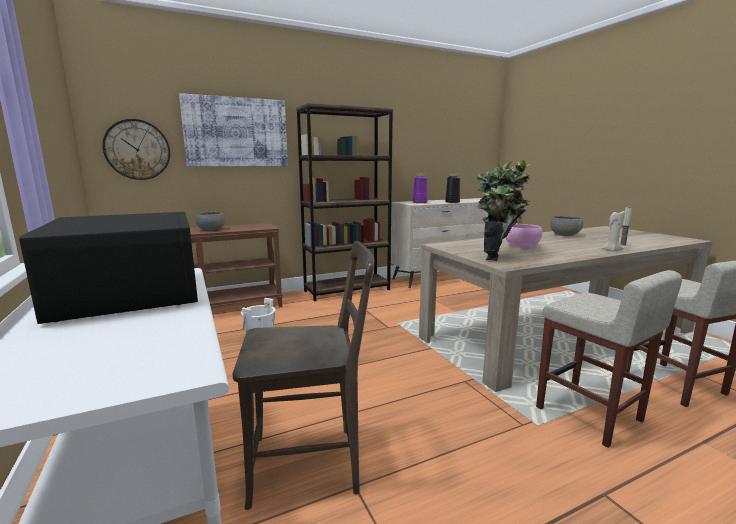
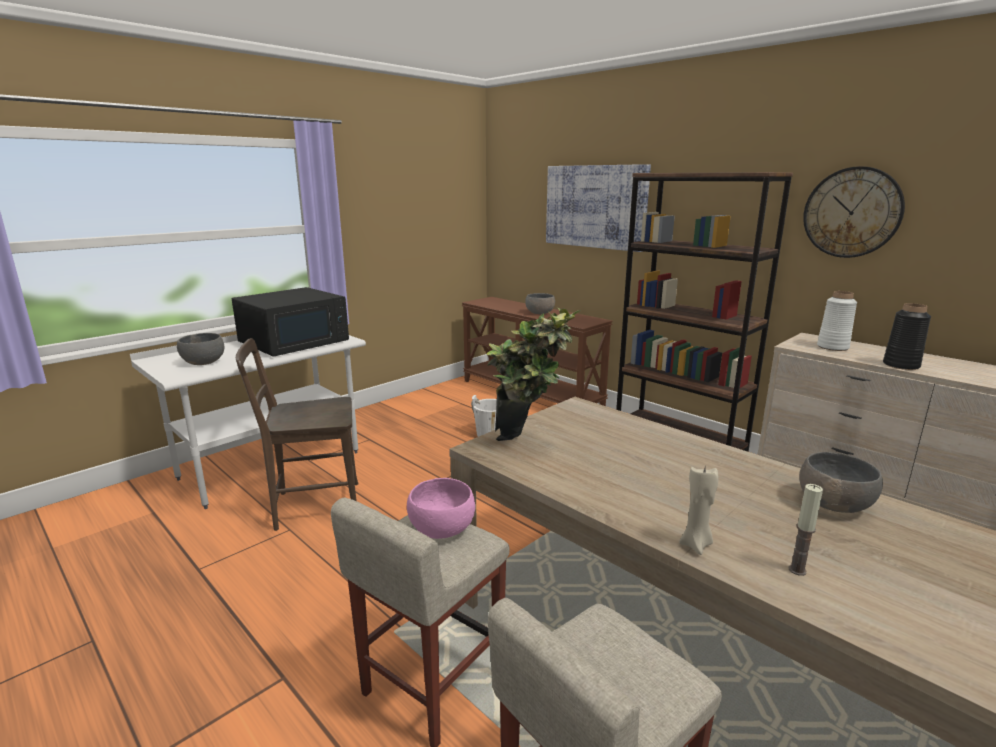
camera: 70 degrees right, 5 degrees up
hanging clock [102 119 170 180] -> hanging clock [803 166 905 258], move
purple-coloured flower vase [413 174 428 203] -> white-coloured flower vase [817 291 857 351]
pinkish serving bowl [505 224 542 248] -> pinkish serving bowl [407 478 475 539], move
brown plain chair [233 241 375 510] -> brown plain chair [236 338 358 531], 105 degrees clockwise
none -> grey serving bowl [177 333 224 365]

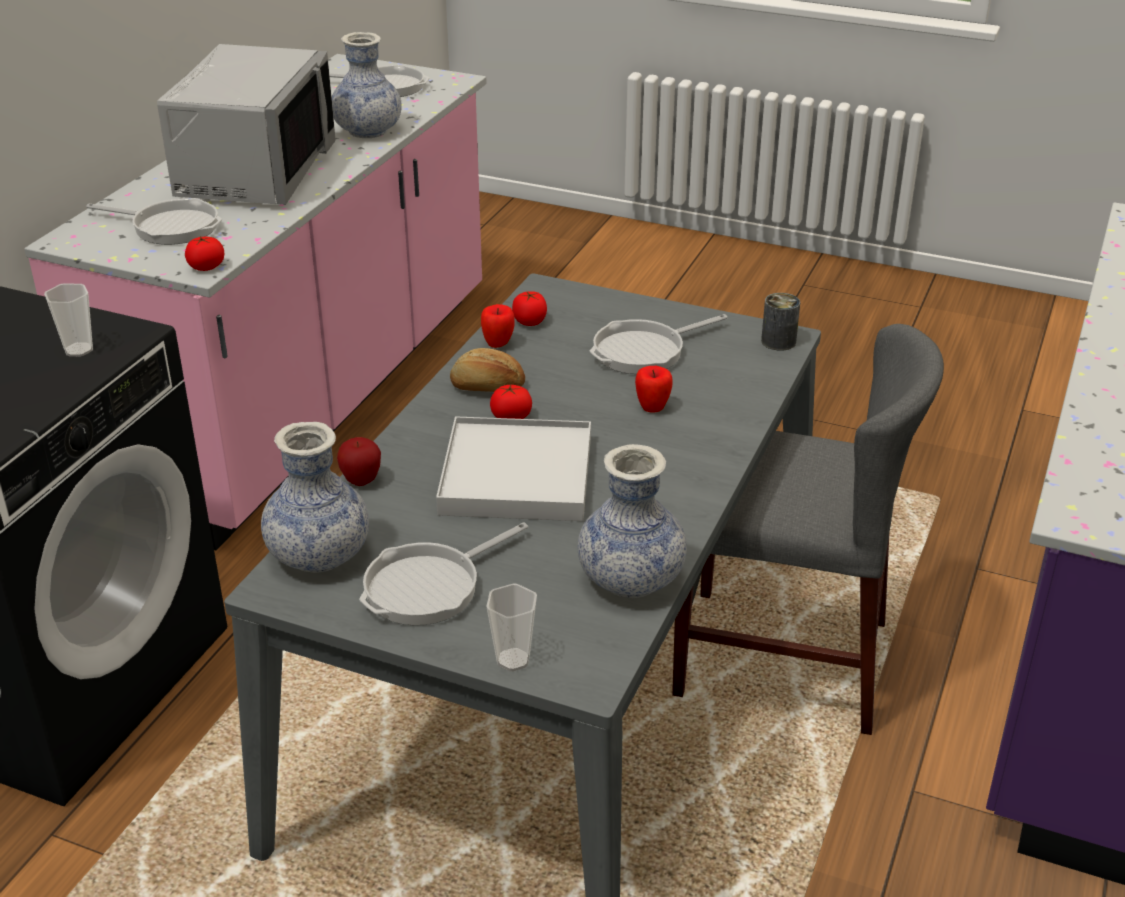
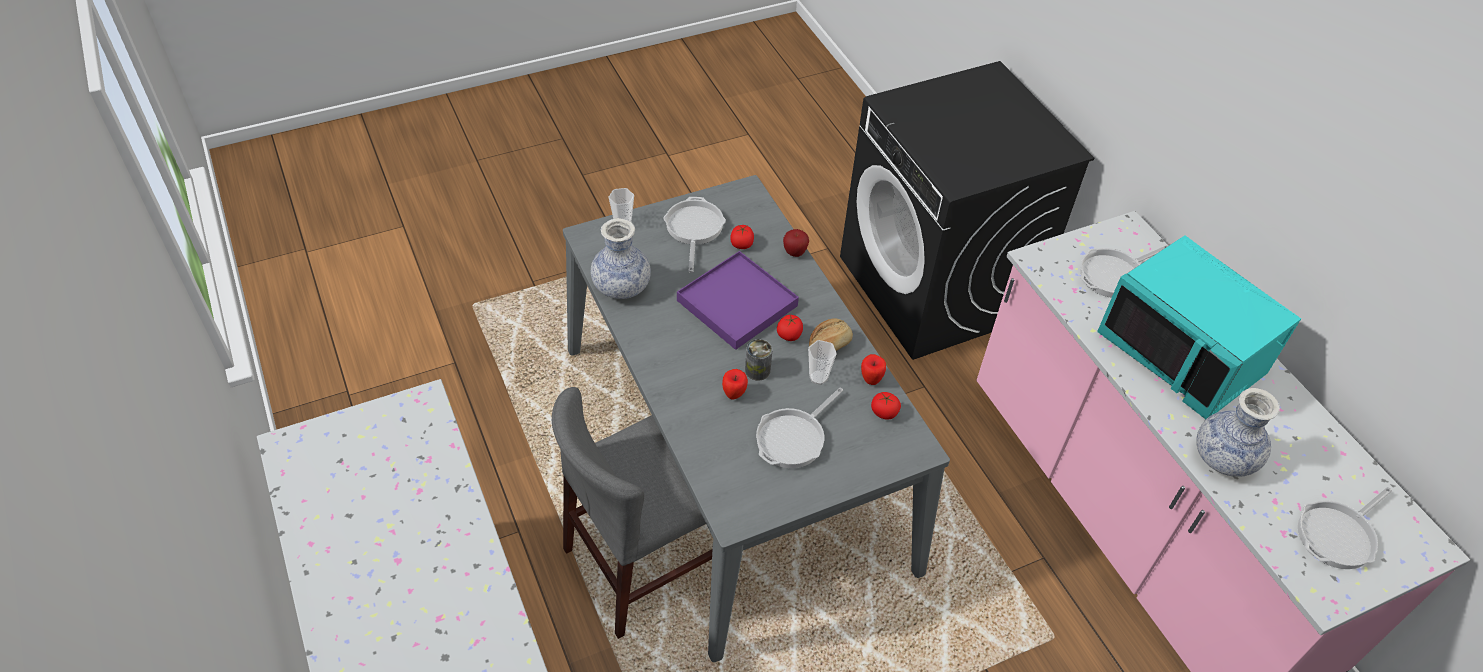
camera: 130 degrees right, 15 degrees up
grey microwave [157 44 336 205] -> turquoise-coloured microwave [1097 235 1301 419]
tomato [185 236 224 271] -> tomato [730 225 754 249], move
drinking cup [44 283 93 357] -> drinking cup [808 340 837 385], move
sealed can [761 293 800 351] -> sealed can [745 339 772 381], move
frying pan [589 314 727 374] -> frying pan [756 388 843 468], 150 degrees counterclockwise
white-coloured carrying tray [436 416 591 521] -> purple-coloured carrying tray [677 251 799 350]
flower vase [261 422 369 573] -> none

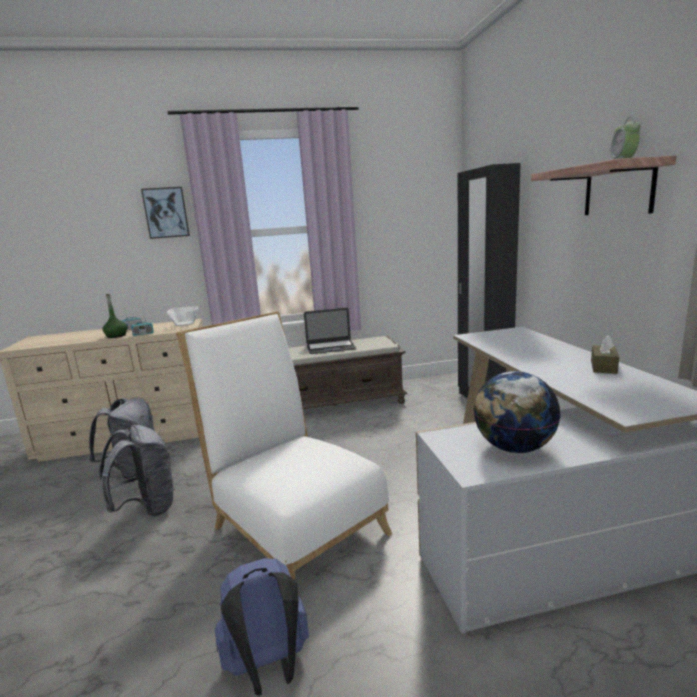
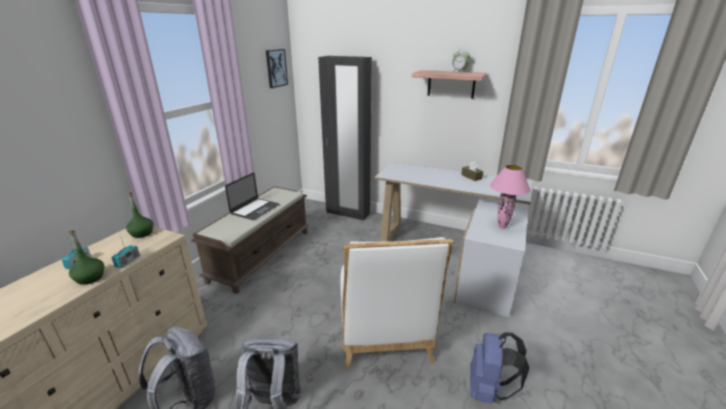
camera: 55 degrees left, 10 degrees up
picture [141 187 190 239] -> picture [266 49 288 88], move
serving bowl [167 306 198 326] -> greenish beverage bottle [126 192 153 238]
white-coloured plain chair [176 311 392 580] -> white-coloured plain chair [340 237 454 370], 90 degrees counterclockwise
desk globe [473 371 561 453] -> pinkish tabletop lamp [490 165 531 229]

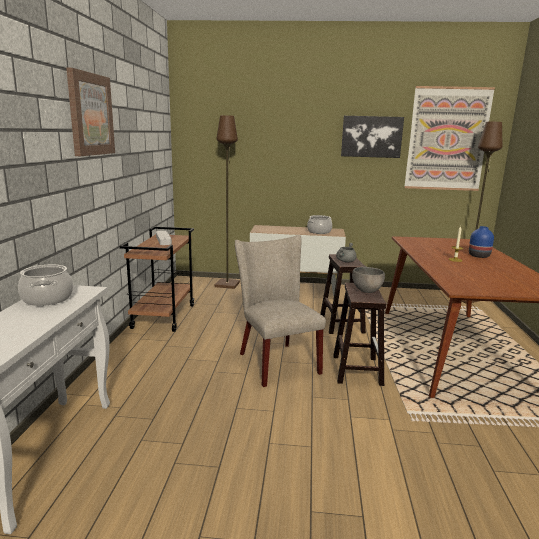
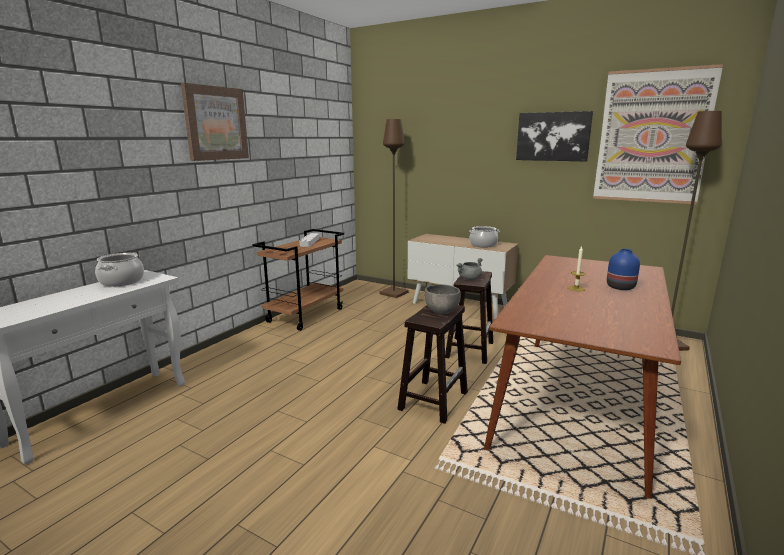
camera: 25 degrees right, 0 degrees up
beige-coloured plain chair [235 235 326 387] -> none

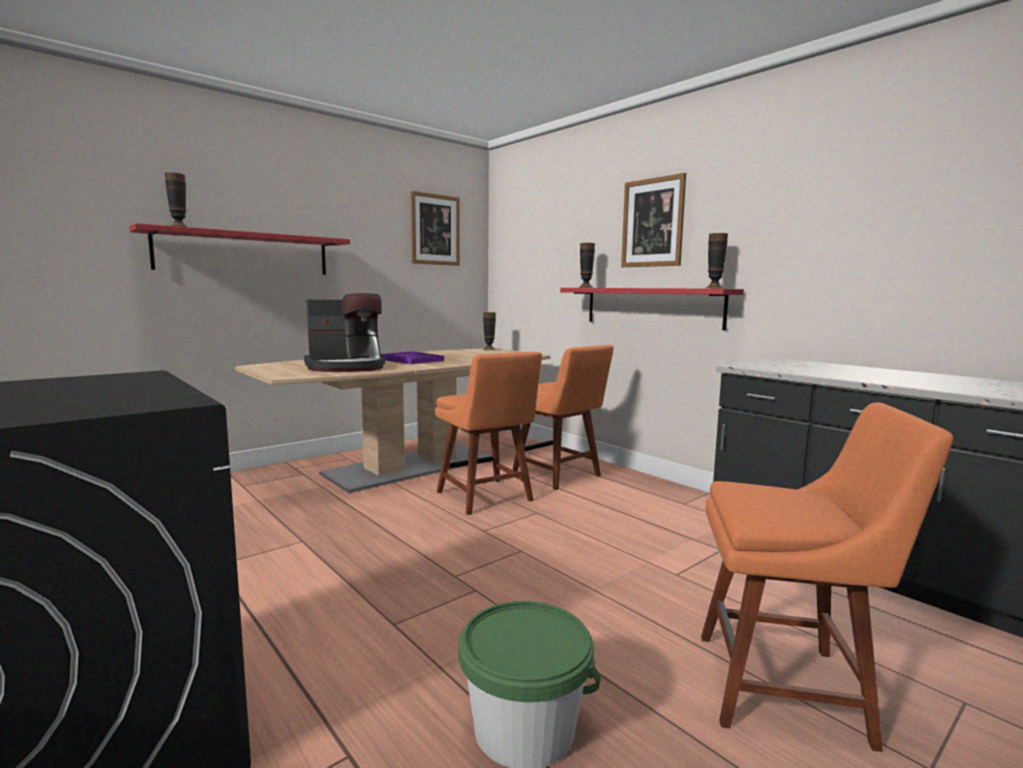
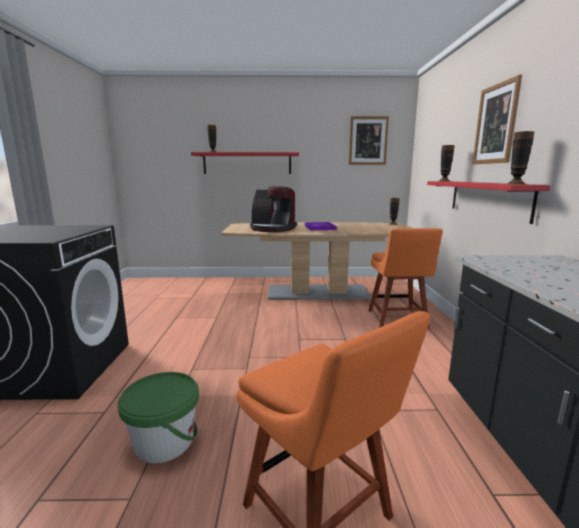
camera: 40 degrees right, 5 degrees up
orange-coloured plain chair [435 352 542 515] -> none

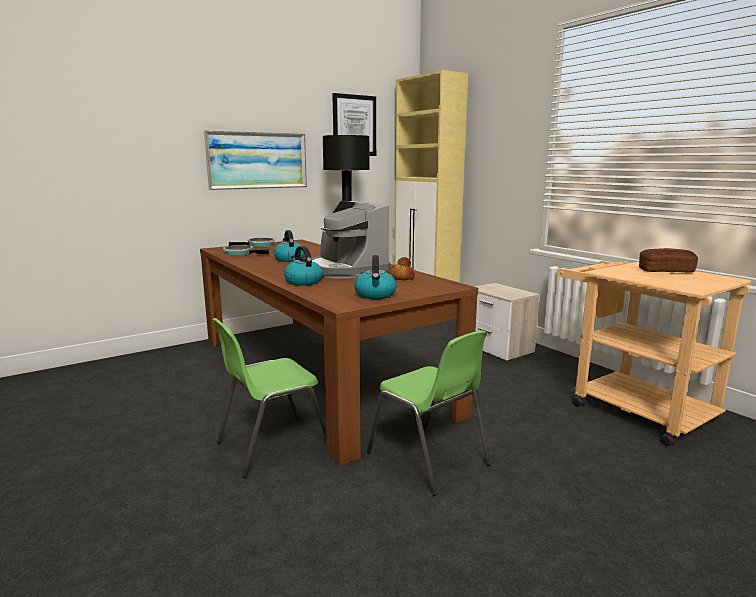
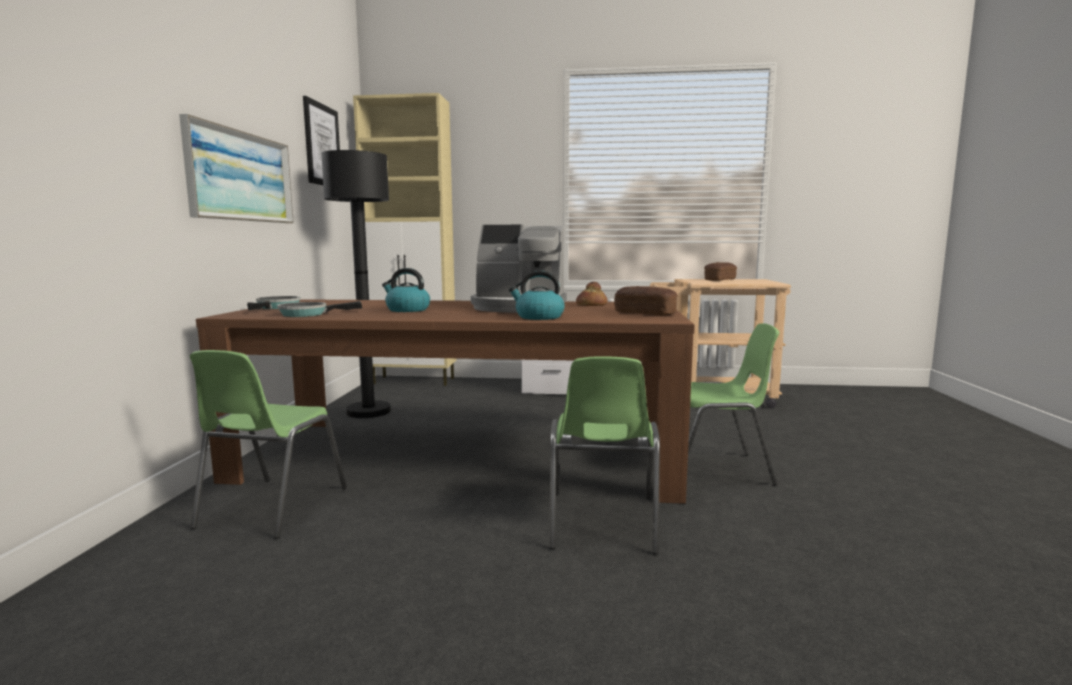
camera: 50 degrees left, 5 degrees down
water kettle [354 255 397 299] -> bakery bread [614 286 677 316]
none -> greenish plain chair [190 350 347 539]

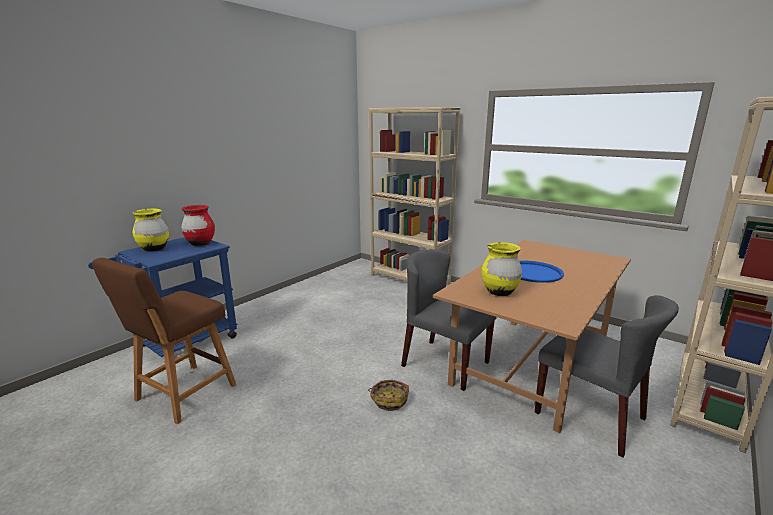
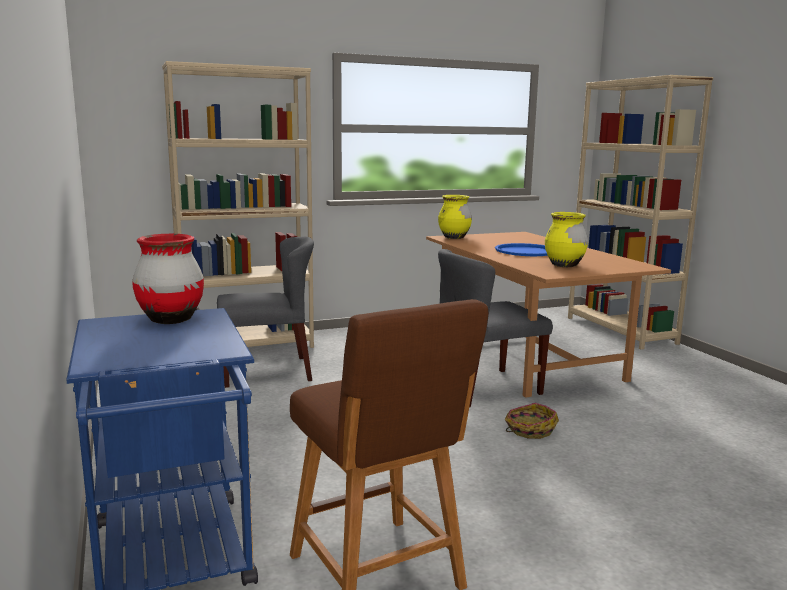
camera: 60 degrees left, 5 degrees down
yellow-coloured flower vase [132 209 169 252] -> yellow-coloured flower vase [438 195 472 239], move
grey plain chair [535 295 679 458] -> grey plain chair [217 237 314 388], move

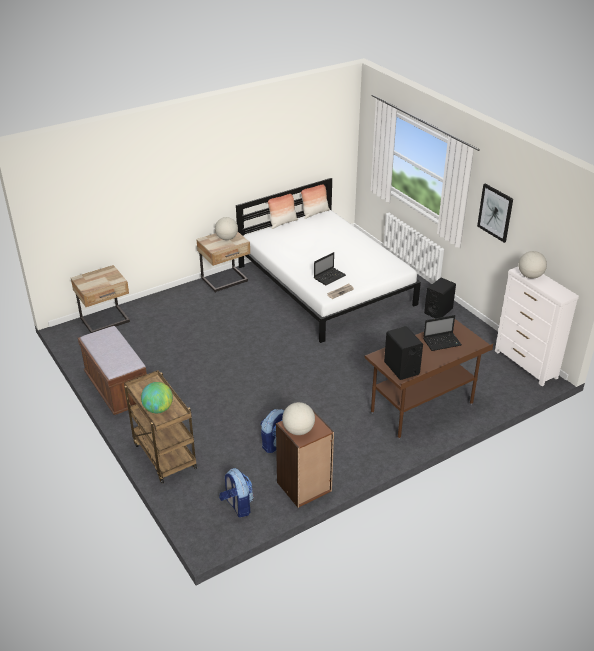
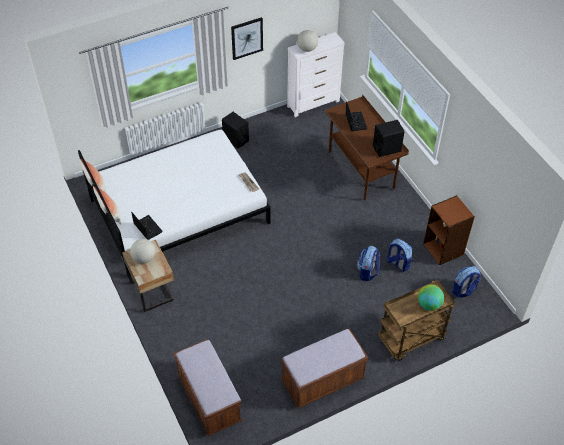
camera: 85 degrees left, 15 degrees up
laptop [314 252 346 285] -> laptop [131 212 163 240], move
beige-coloured night table [71 265 130 333] -> brown long seat [174 339 242 436]
desk globe [282 402 315 435] -> none
none -> backpack [357 246 380 281]

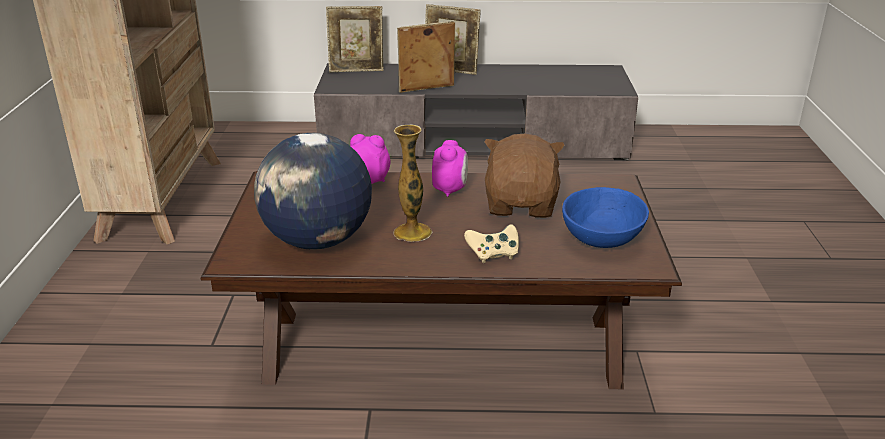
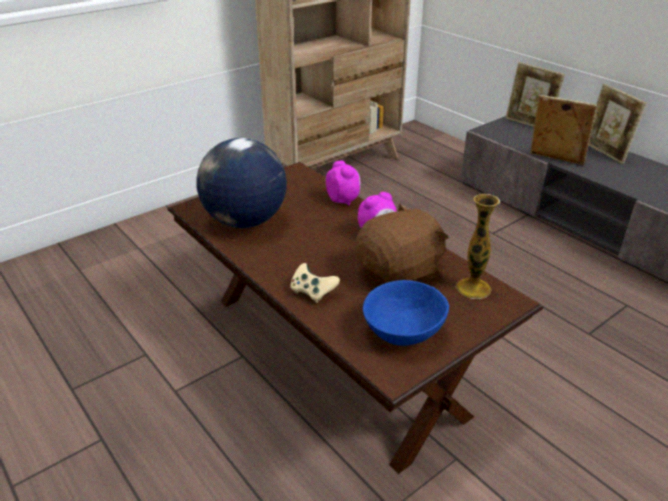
camera: 50 degrees right, 5 degrees up
flower vase [393 125 432 242] -> flower vase [455 194 500 299], move

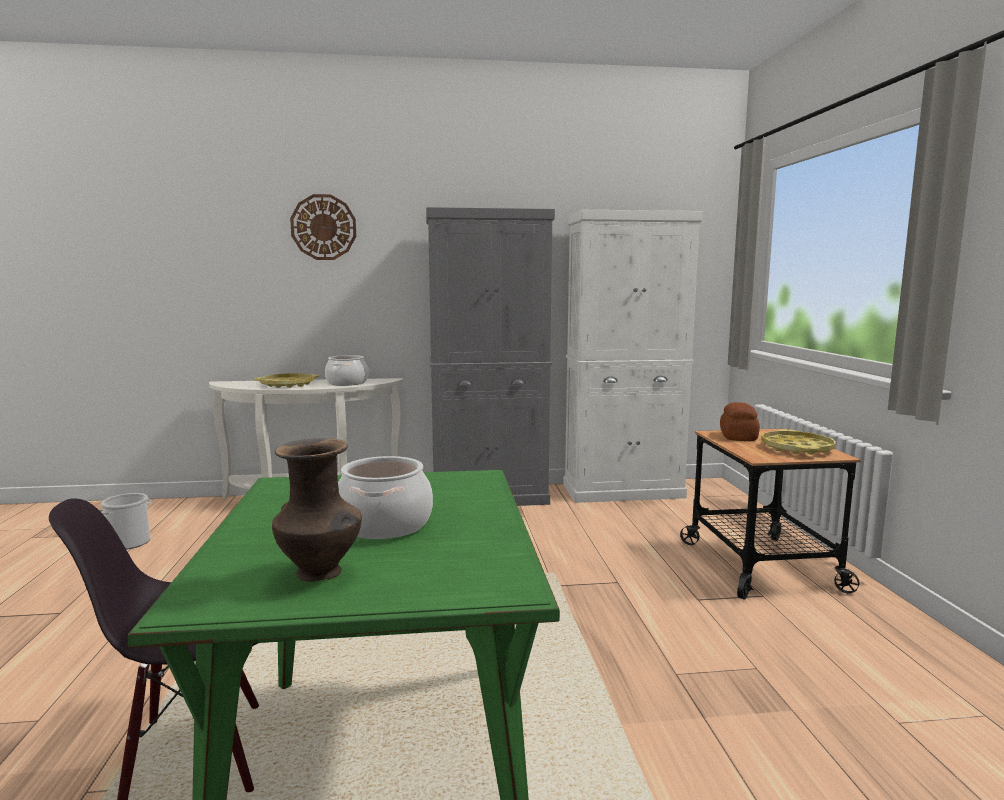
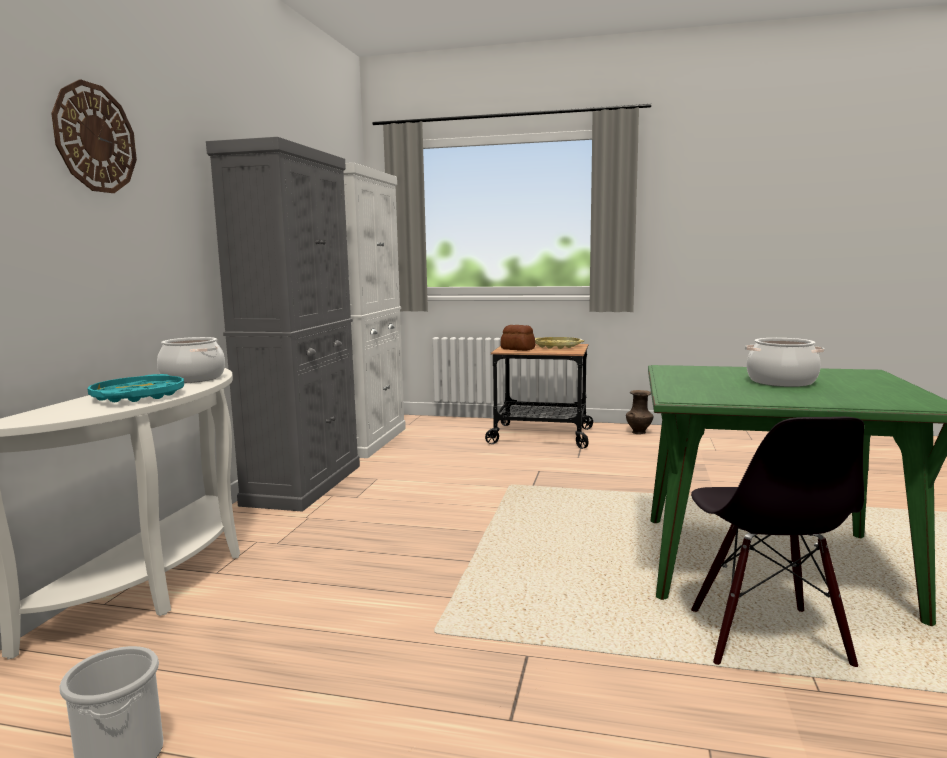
camera: 70 degrees left, 0 degrees up
yellow-coloured carrying tray [254 373 319 388] -> turquoise-coloured carrying tray [87 374 184 402]
brown flower vase [272 438 362 582] -> brown flower vase [626 390 654 434], move

